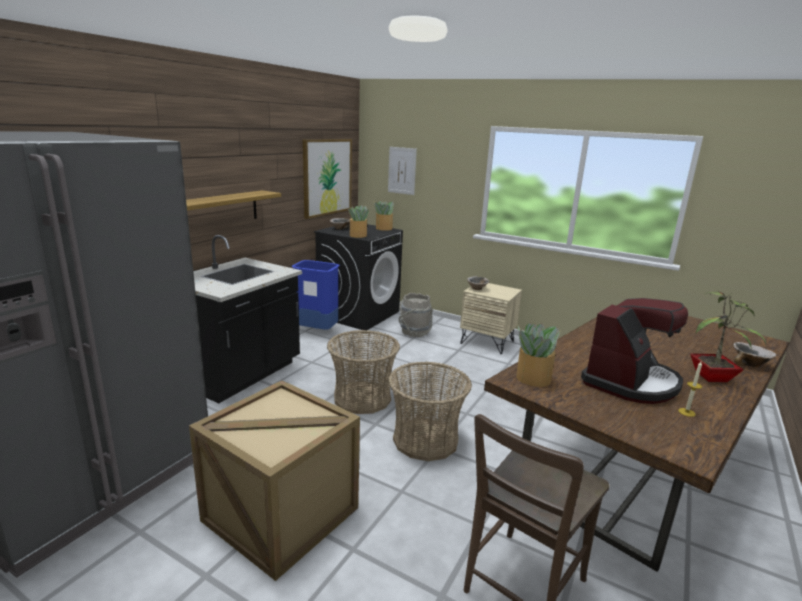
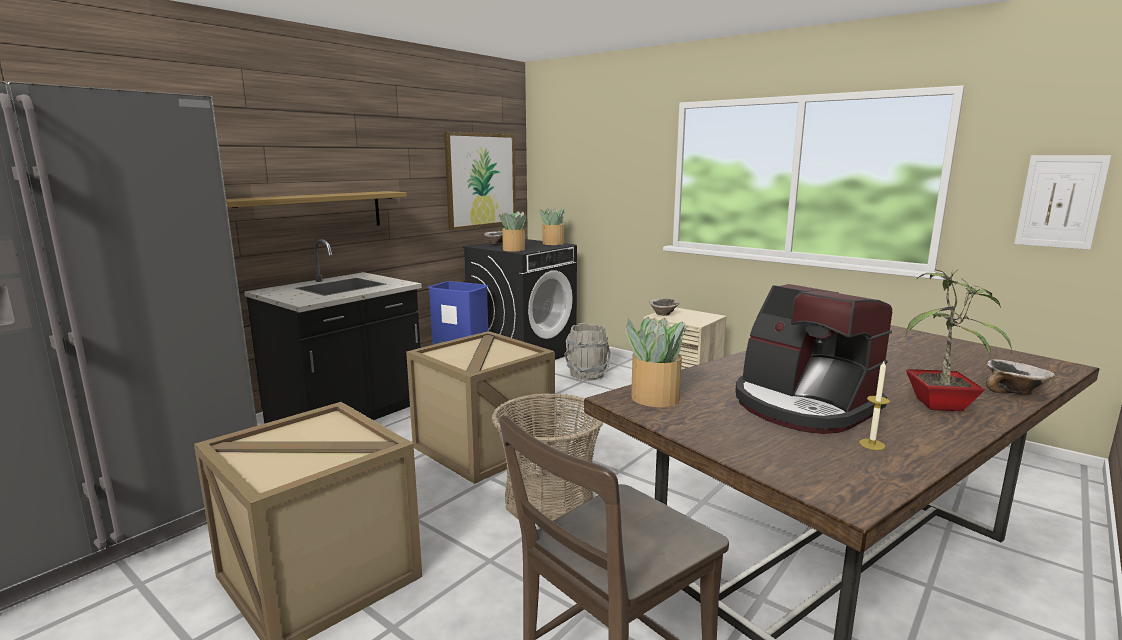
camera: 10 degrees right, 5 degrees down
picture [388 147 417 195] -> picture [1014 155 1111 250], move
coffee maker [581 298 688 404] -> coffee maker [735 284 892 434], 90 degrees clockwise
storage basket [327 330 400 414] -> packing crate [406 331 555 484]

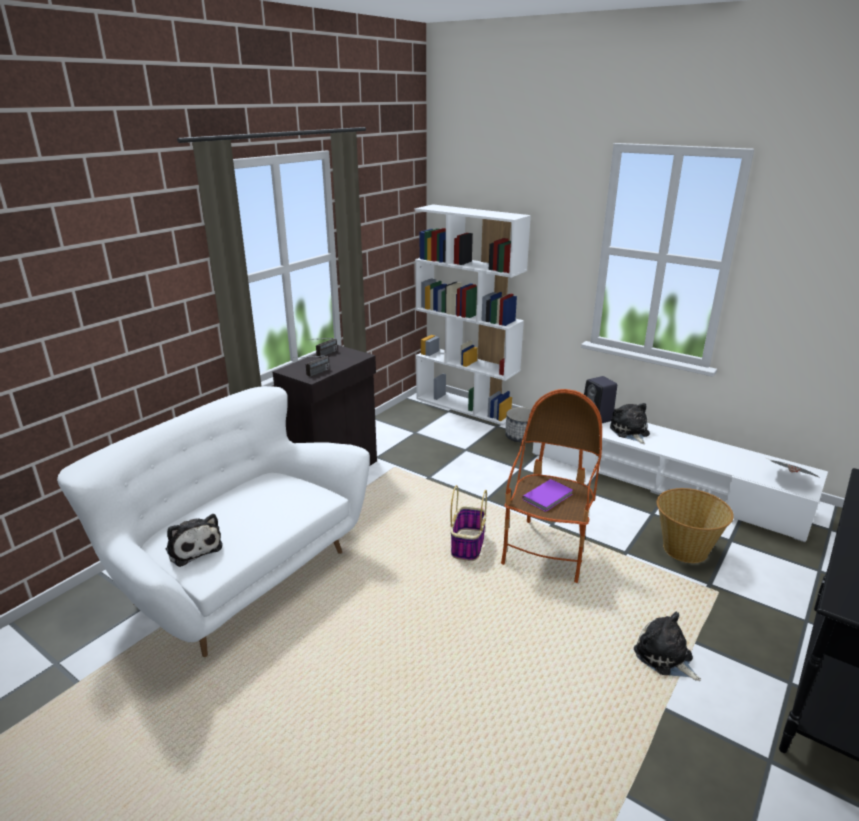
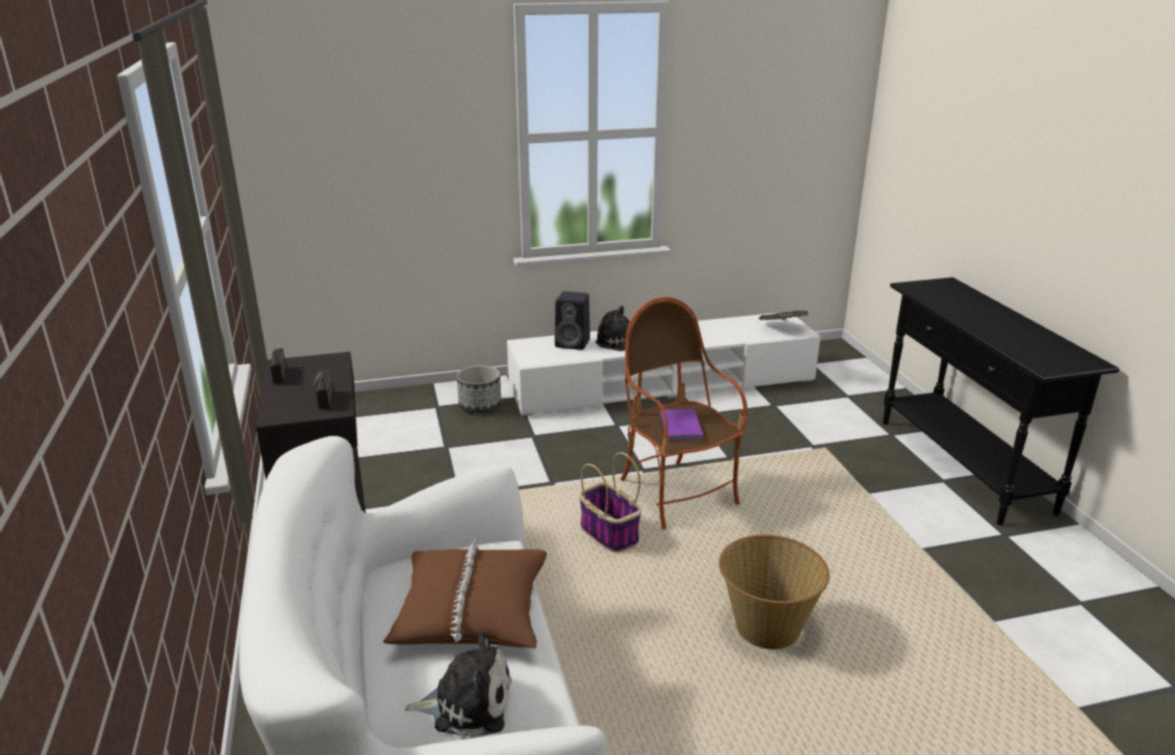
camera: 50 degrees left, 0 degrees up
white-coloured shelving unit [415 205 531 425] -> none
storage basket [657 488 734 563] -> storage basket [719 535 830 649], move
cuddly toy [634 612 701 681] -> none
none -> brown throw pillow [383 539 547 648]

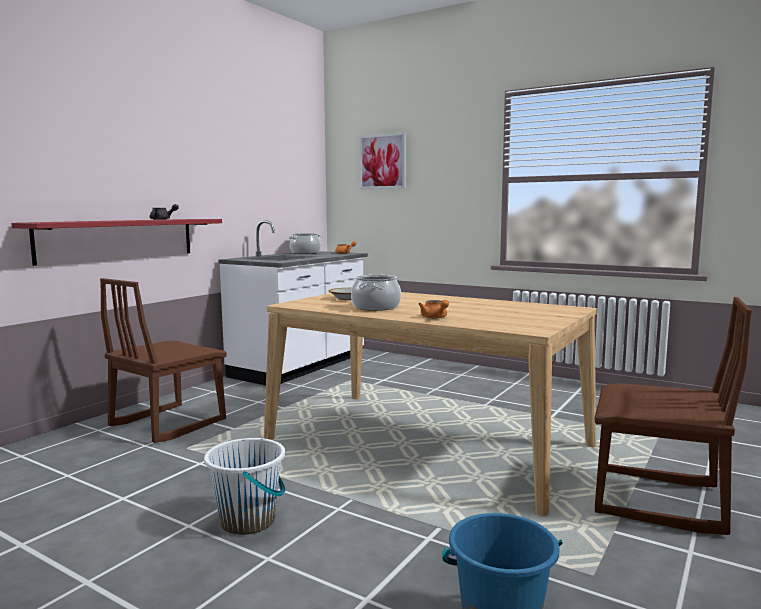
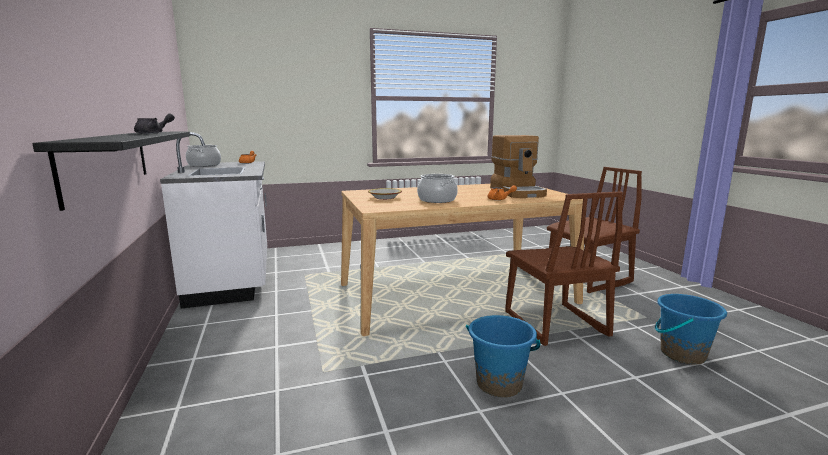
camera: 50 degrees left, 5 degrees up
picture [359 132 406 189] -> none
red-coloured bracket shelf [11 219 222 266] -> blackish bracket shelf [32 131 190 211]
brown plain chair [100 278 227 443] -> brown plain chair [505 191 623 346], move
white-coloured bucket [204 438 285 535] -> blue bucket [466 315 540 397]
none -> coffee maker [490 135 547 198]

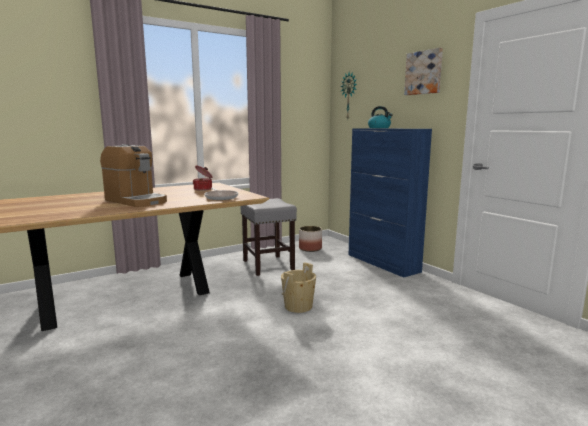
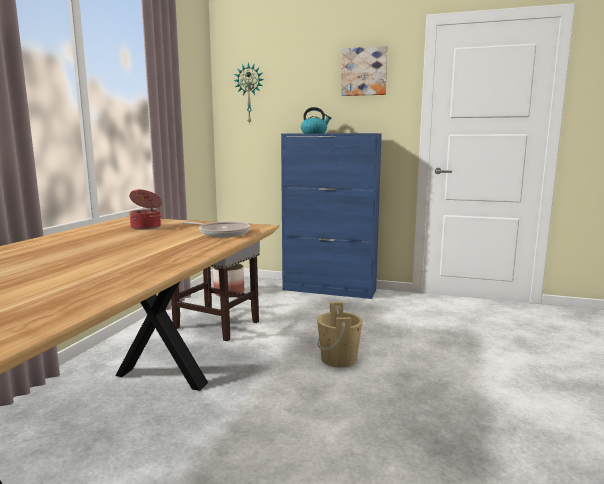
camera: 40 degrees left, 0 degrees up
coffee maker [100 144 167 207] -> none

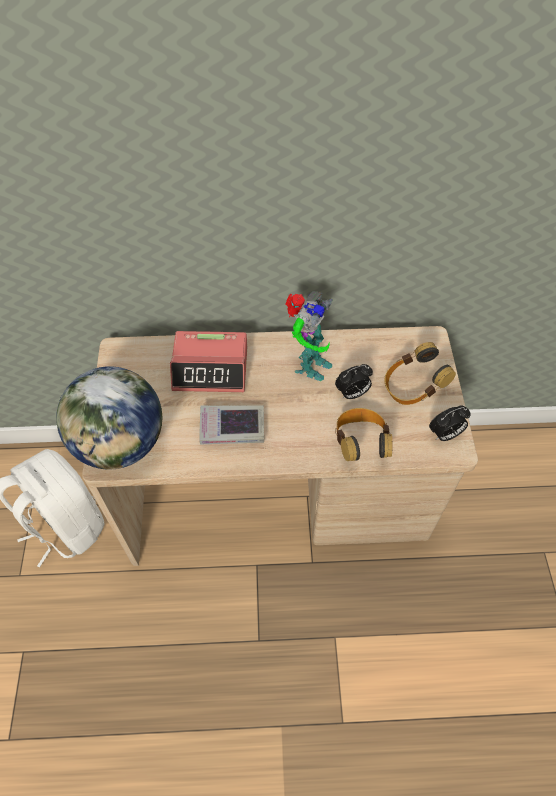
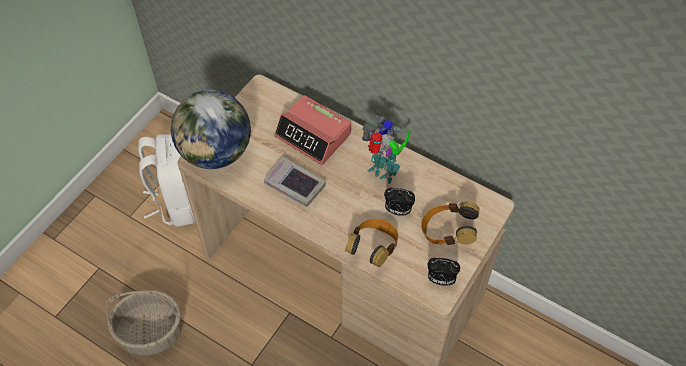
camera: 35 degrees right, 0 degrees up
toy robot [285 291 333 381] -> toy robot [362 115 410 184], 120 degrees counterclockwise
none -> storage basket [104 290 182 355]

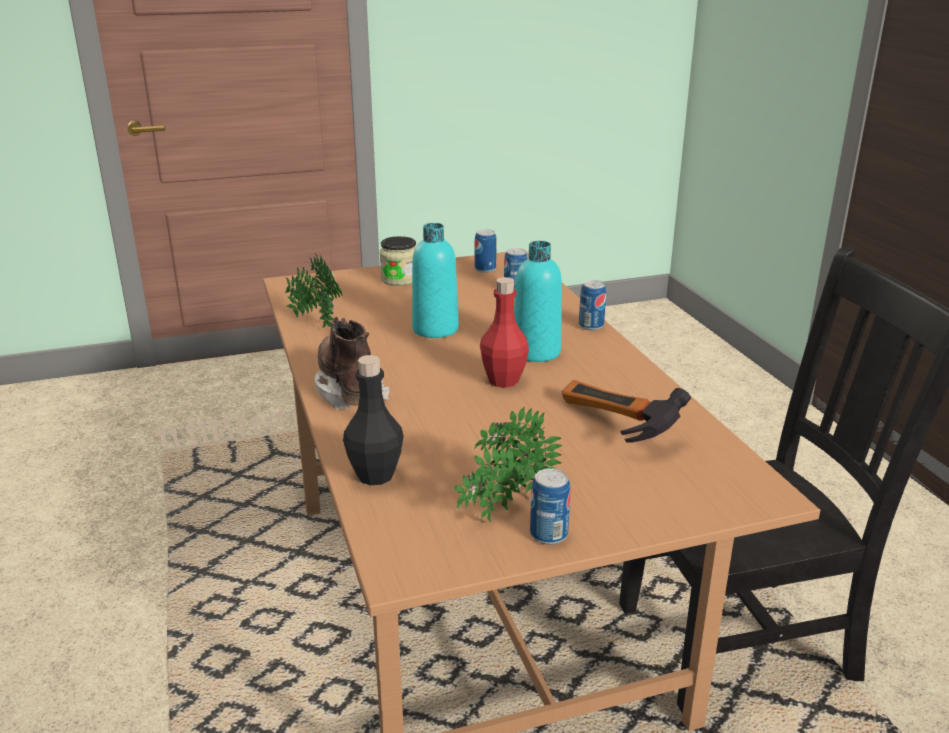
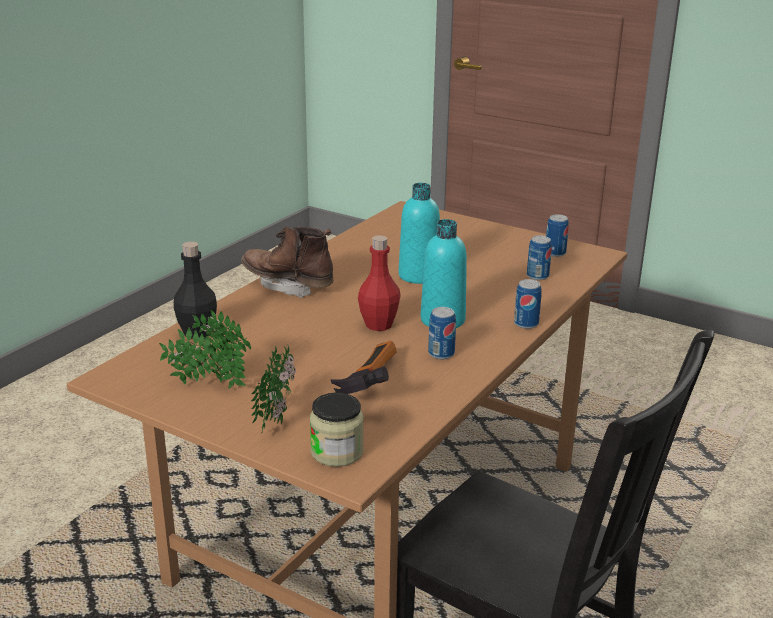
camera: 50 degrees right, 0 degrees up
storage jar [380 236 416 286] -> storage jar [310 392 364 467], move
plant in a pot [285 253 342 328] -> plant in a pot [251 344 296 434], move
brown boot [315 316 389 410] -> brown boot [241 227 333 298], 90 degrees counterclockwise
sealed can [530 468 570 545] -> sealed can [428 307 456 359], move

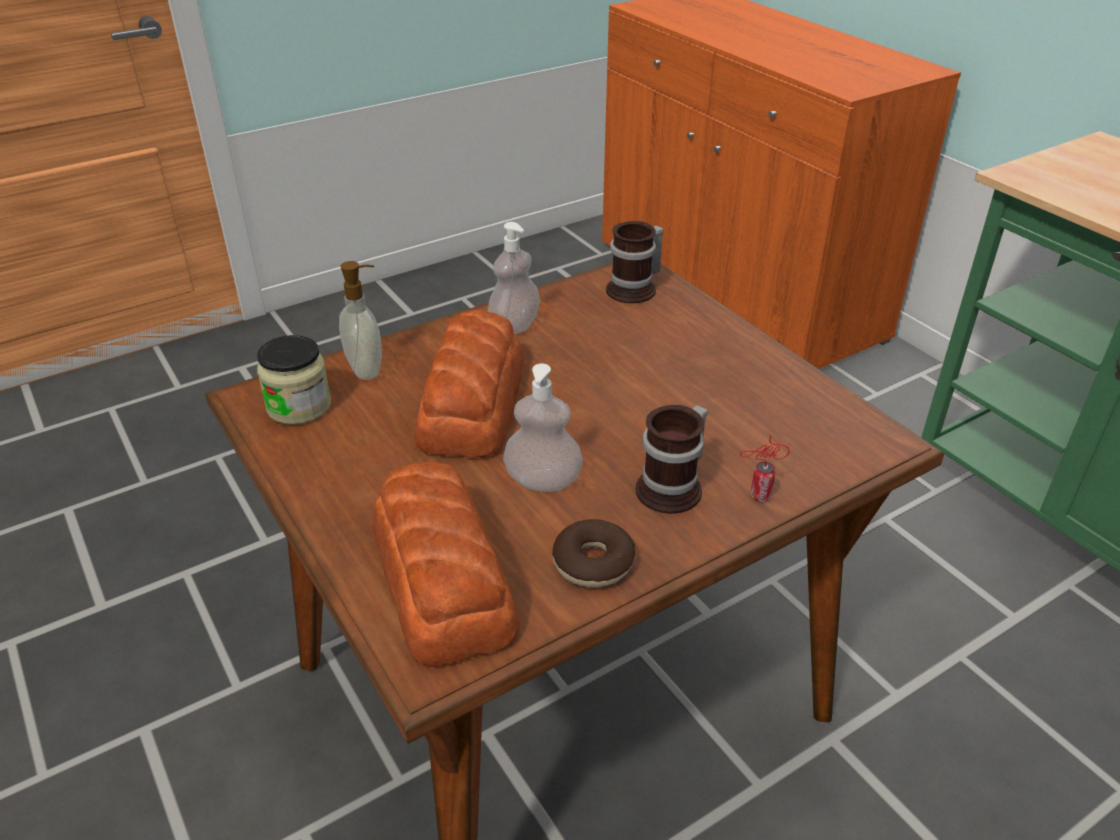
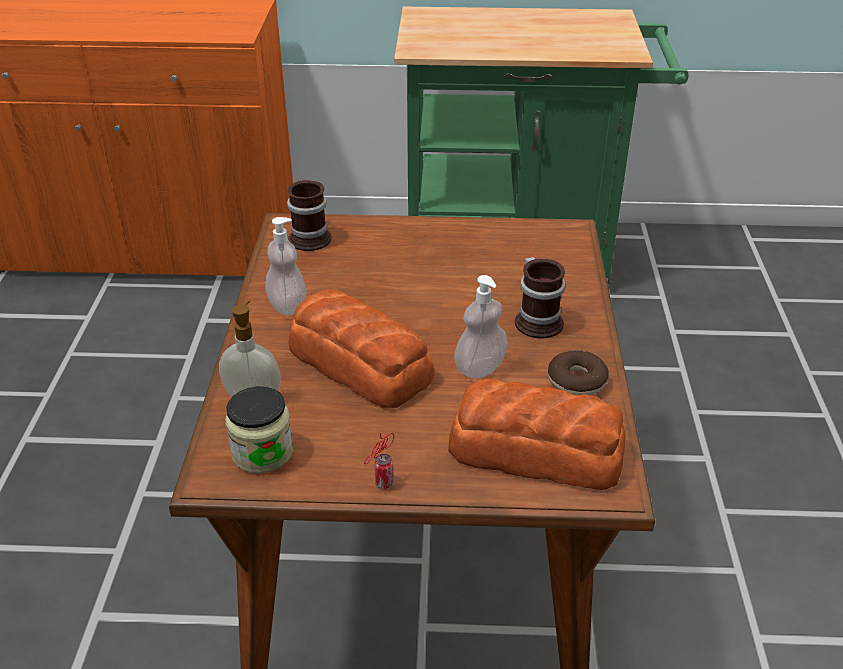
camera: 55 degrees left, 0 degrees up
sealed can [740 435 790 502] -> sealed can [364 433 394 489], move

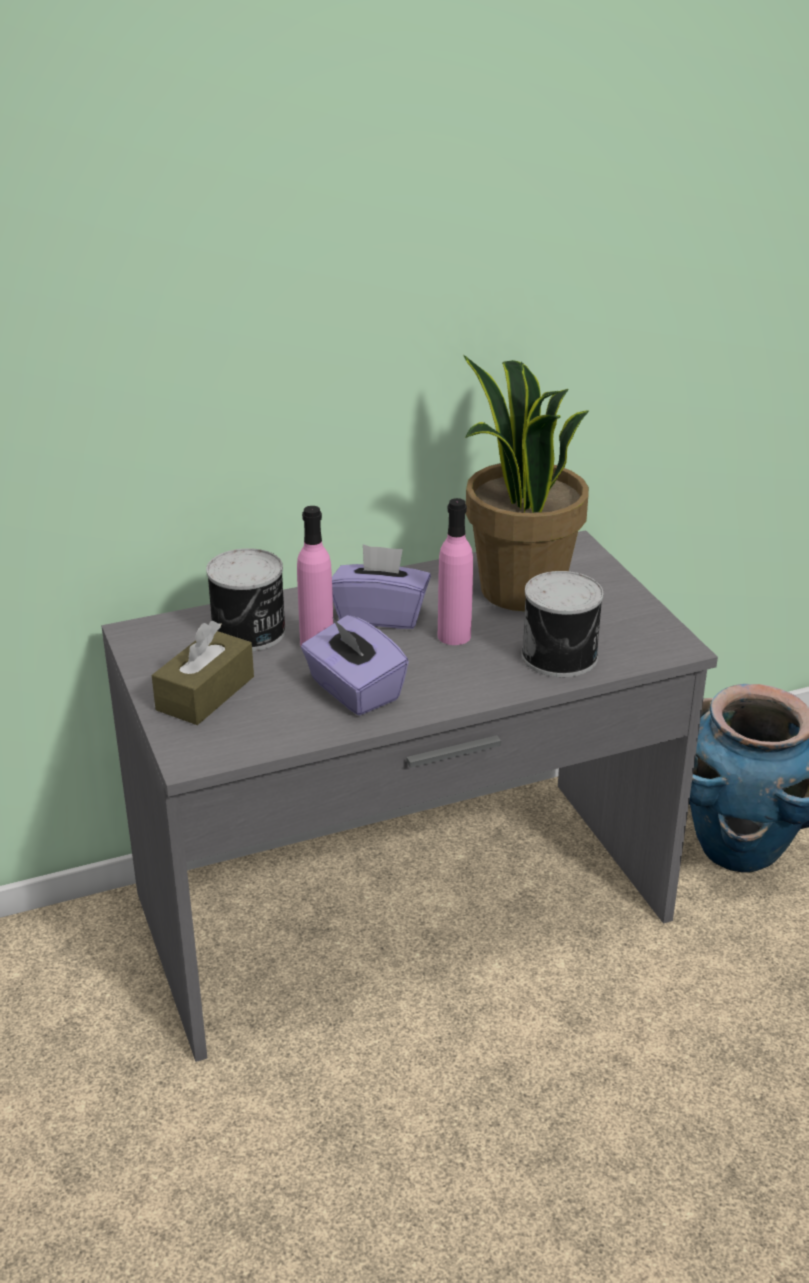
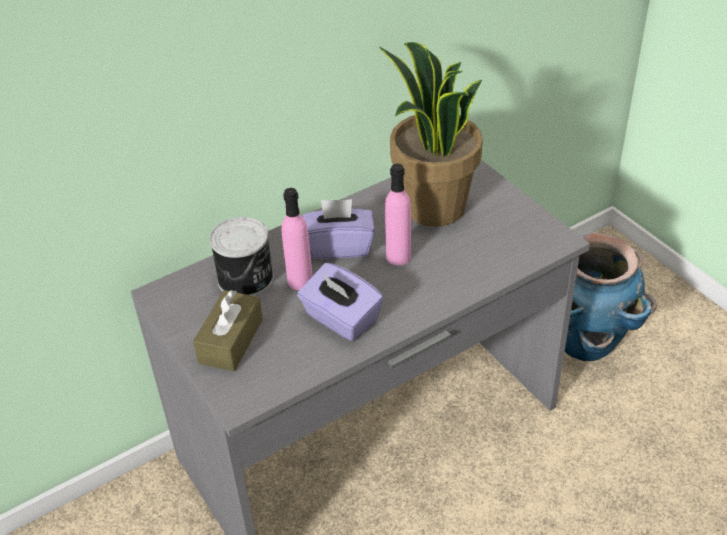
camera: 10 degrees left, 10 degrees up
sealed can [521 571 603 677] -> none

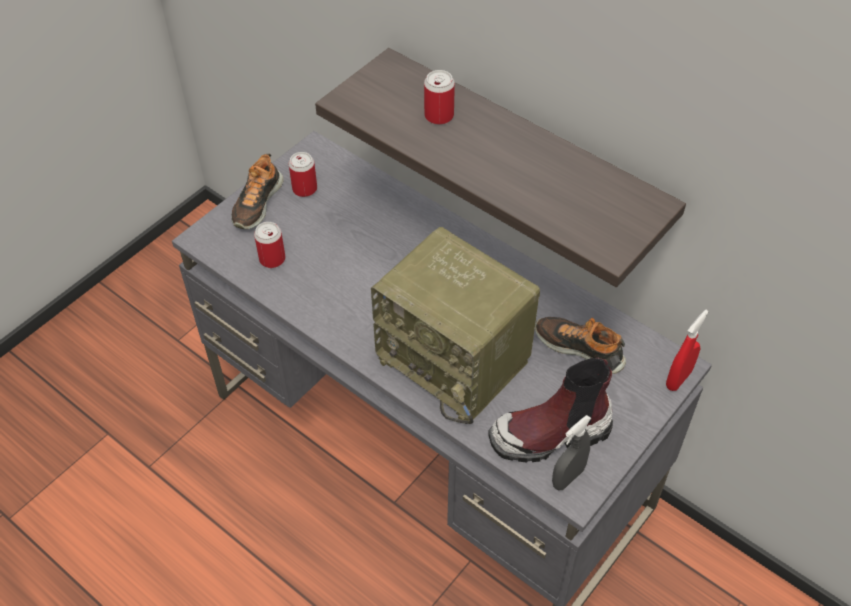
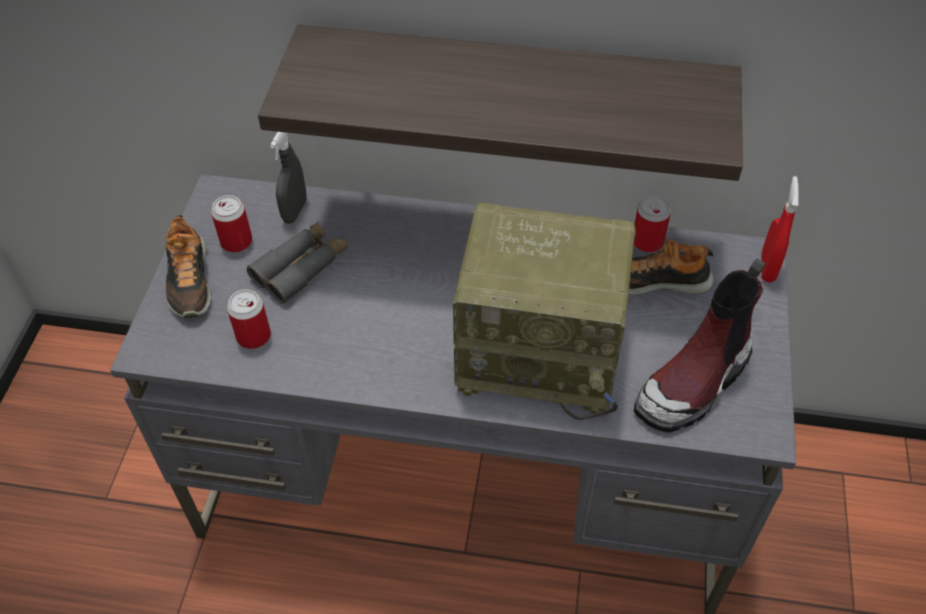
camera: 30 degrees left, 0 degrees up
sealed can [424 70 455 125] -> sealed can [634 195 671 253], move
grey hand sprayer [552 415 591 490] -> grey hand sprayer [270 132 307 224], move
none -> grey pair of binoculars [247 221 348 304]

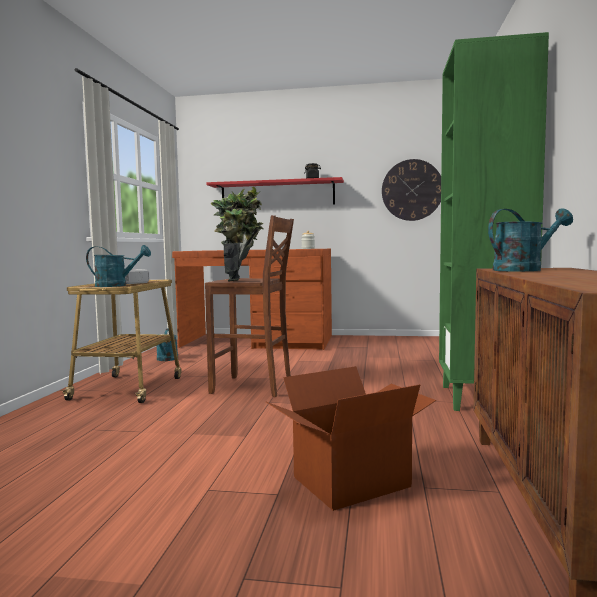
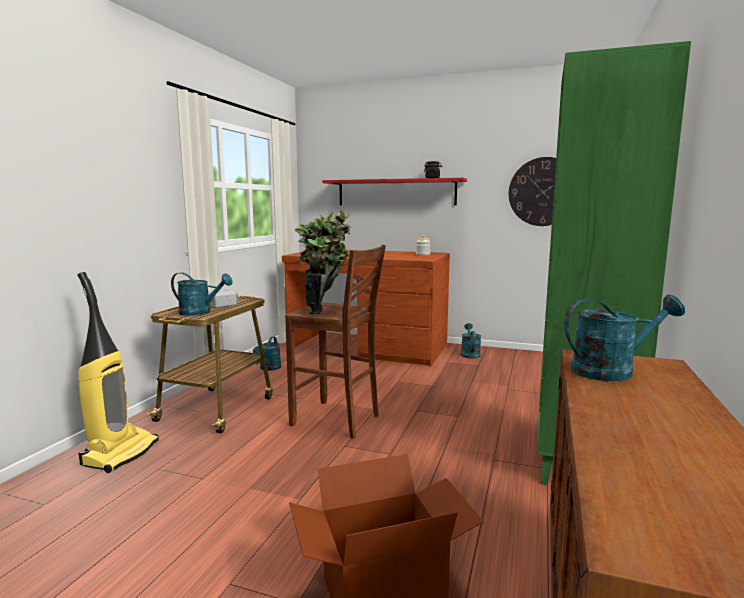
camera: 10 degrees right, 5 degrees up
none -> vacuum [77 272 159 473]
none -> turquoise-coloured watering pot [461 323 481 359]

